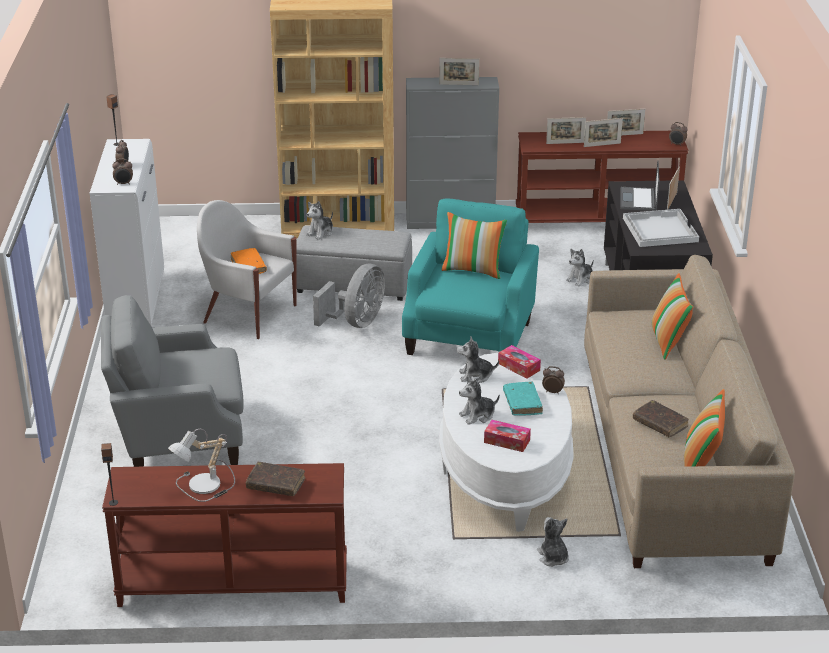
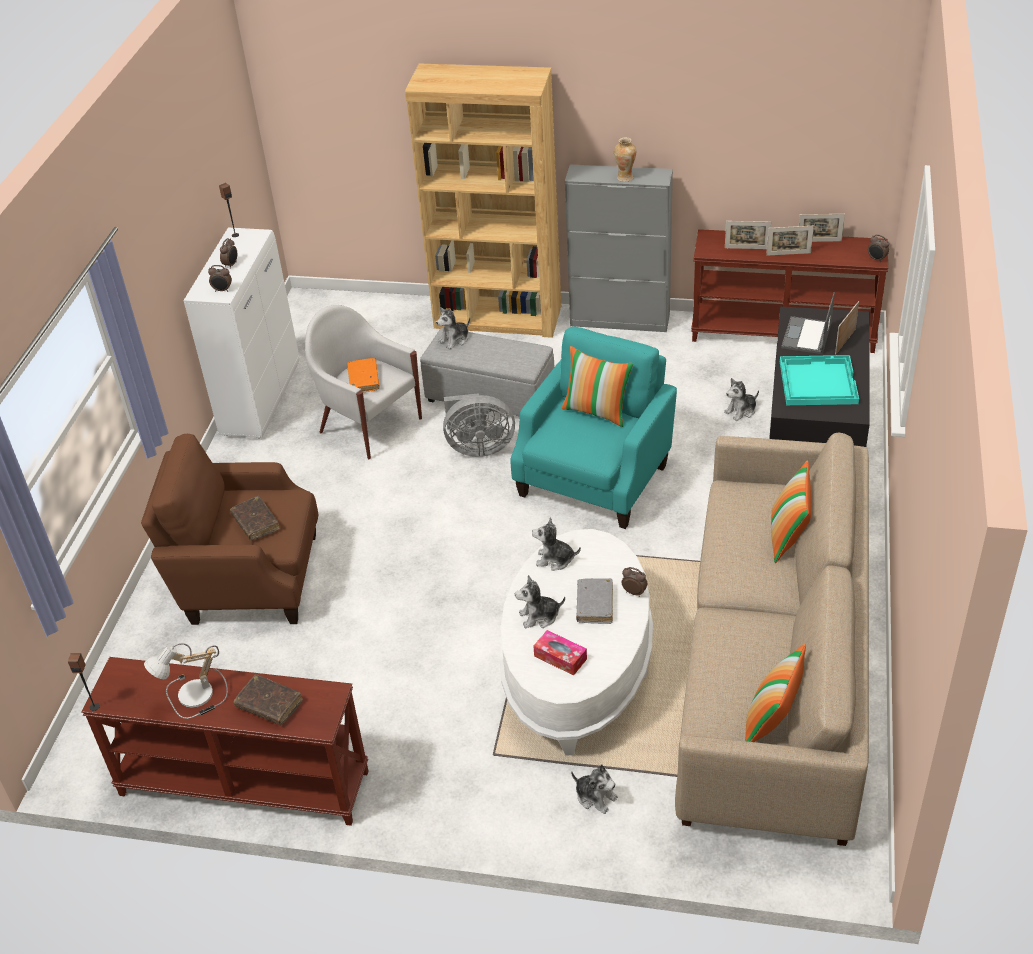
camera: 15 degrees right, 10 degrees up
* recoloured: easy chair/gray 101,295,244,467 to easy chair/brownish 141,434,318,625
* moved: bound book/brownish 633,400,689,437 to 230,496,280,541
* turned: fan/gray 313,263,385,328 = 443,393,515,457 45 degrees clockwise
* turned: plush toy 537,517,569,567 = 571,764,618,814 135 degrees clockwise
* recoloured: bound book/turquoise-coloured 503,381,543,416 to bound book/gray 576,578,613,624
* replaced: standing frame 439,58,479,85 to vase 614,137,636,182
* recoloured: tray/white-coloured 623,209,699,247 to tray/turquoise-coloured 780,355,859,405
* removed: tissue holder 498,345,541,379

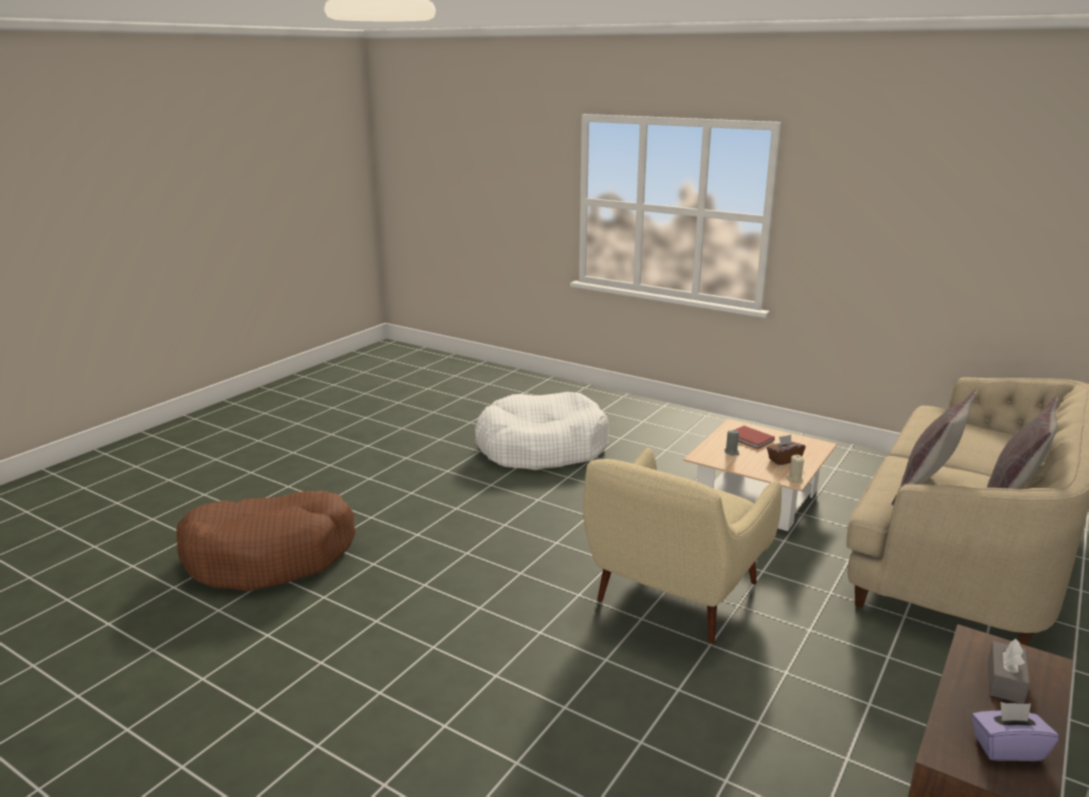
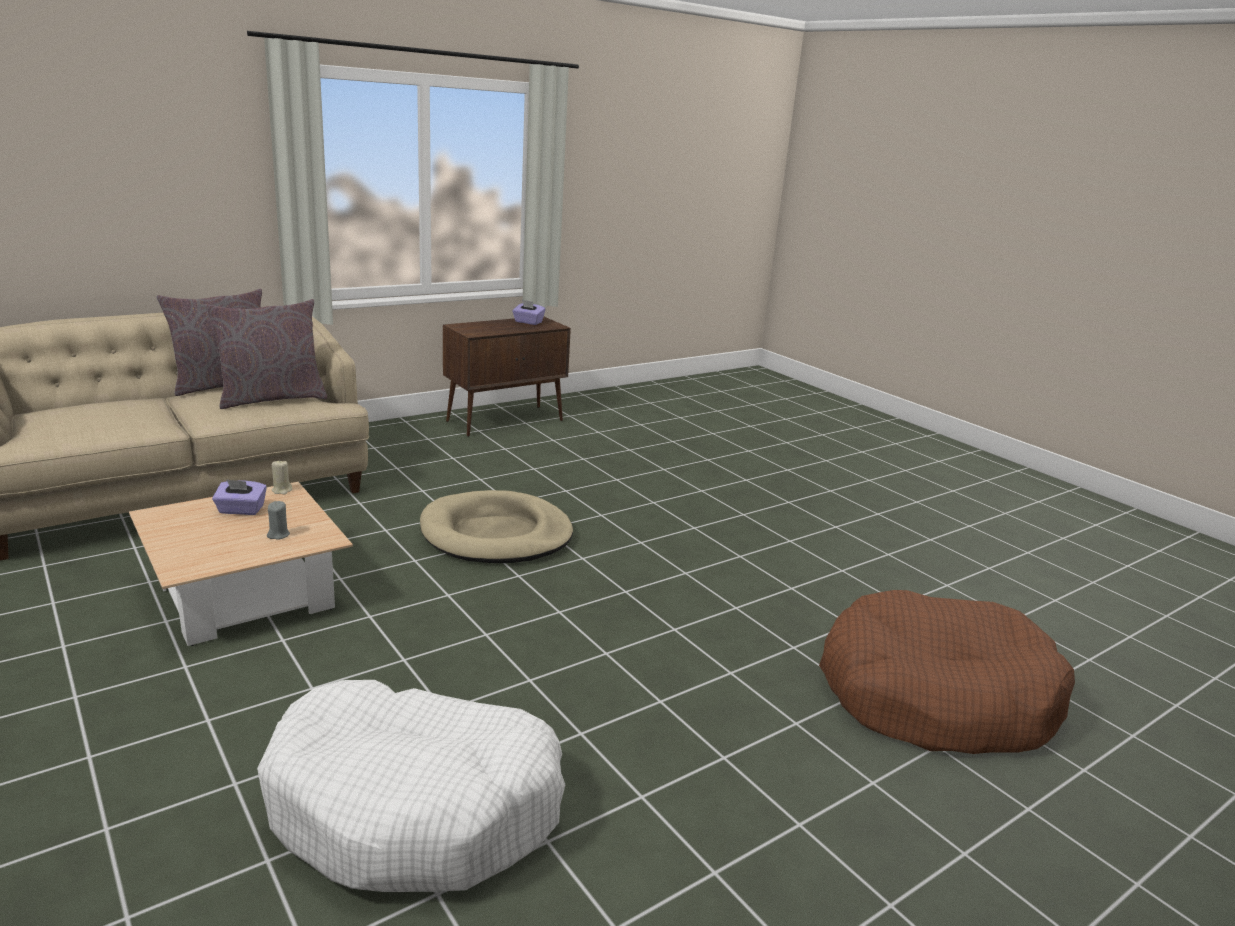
camera: 160 degrees left, 0 degrees up
* recoloured: tissue holder/brownish 767,435,806,465 to tissue holder/purplish 212,479,267,515
* replaced: easy chair/beige 583,448,782,644 to dog bed/beige 420,490,573,563
* removed: bound book/reddish 735,426,775,449
* removed: tissue holder/gray 988,639,1030,704

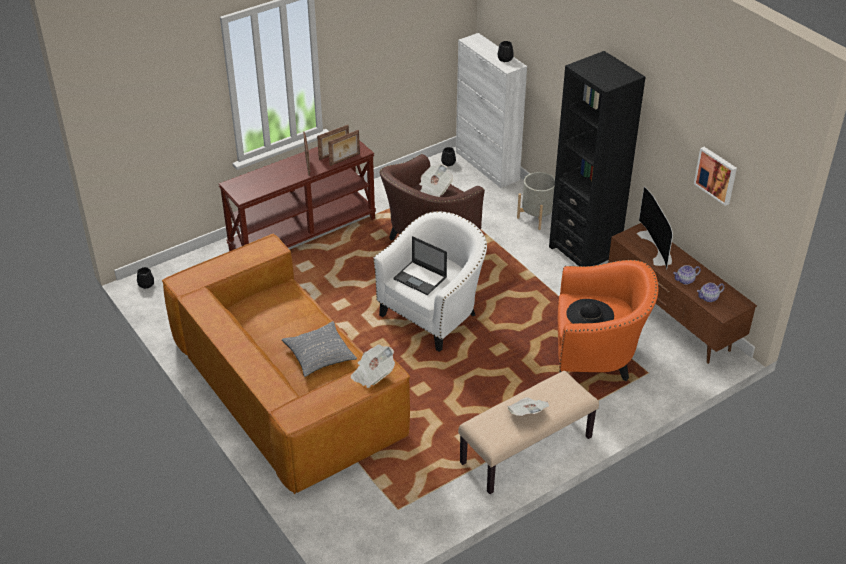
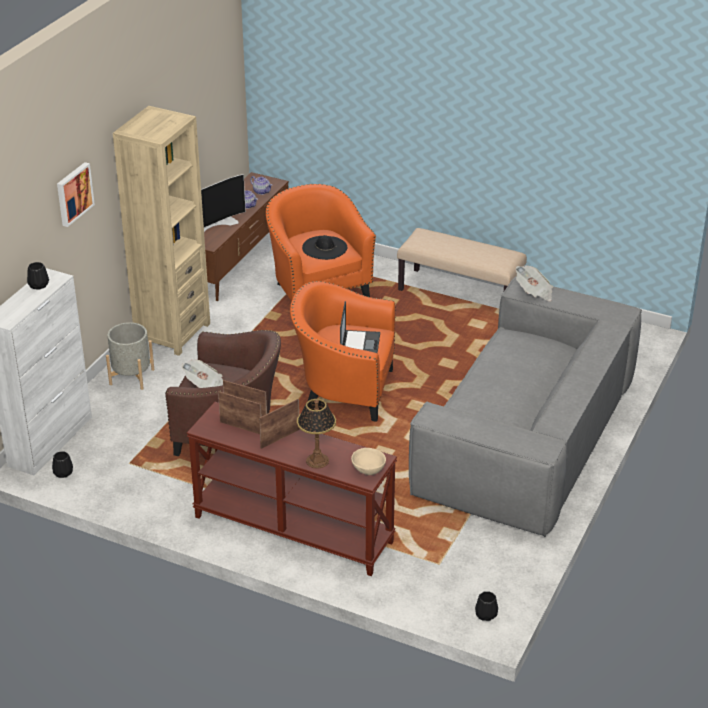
camera: 120 degrees left, 5 degrees down
* moved: picture 694,147,737,206 to 57,162,95,227
* recoloured: shelving unit/black-coloured 549,51,645,266 to shelving unit/beige 113,106,210,356
* recoloured: easy chair/white-coloured 373,211,487,352 to easy chair/orange 290,281,395,422
* added: lamp for a table 297,399,336,469
* added: bowl/beige 351,448,386,475
* recoloured: settee/brownish 162,233,410,494 to settee/gray 409,277,642,537
* removed: pillow/gray 282,321,357,377
* removed: newspaper 507,397,549,416

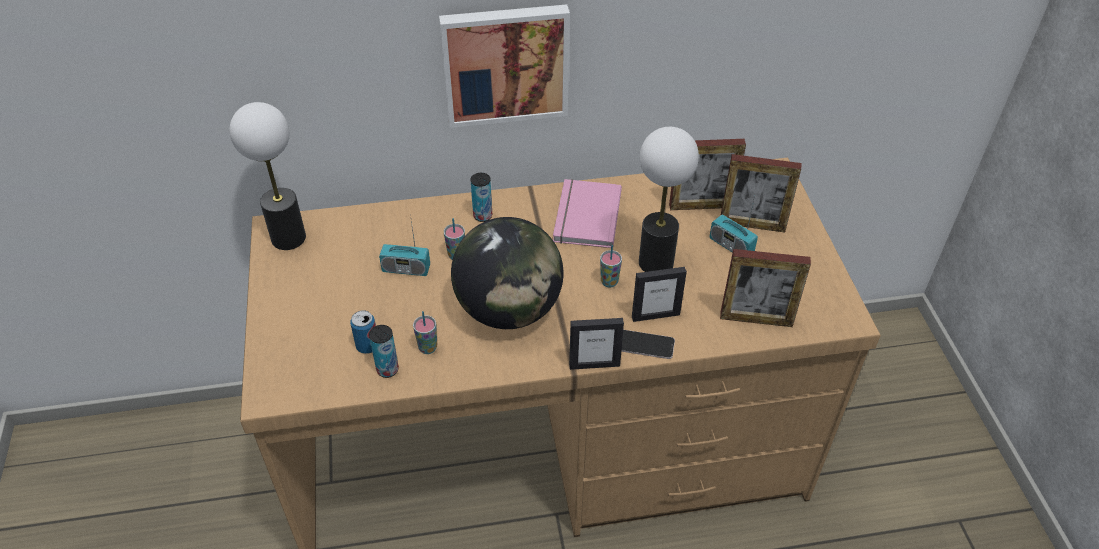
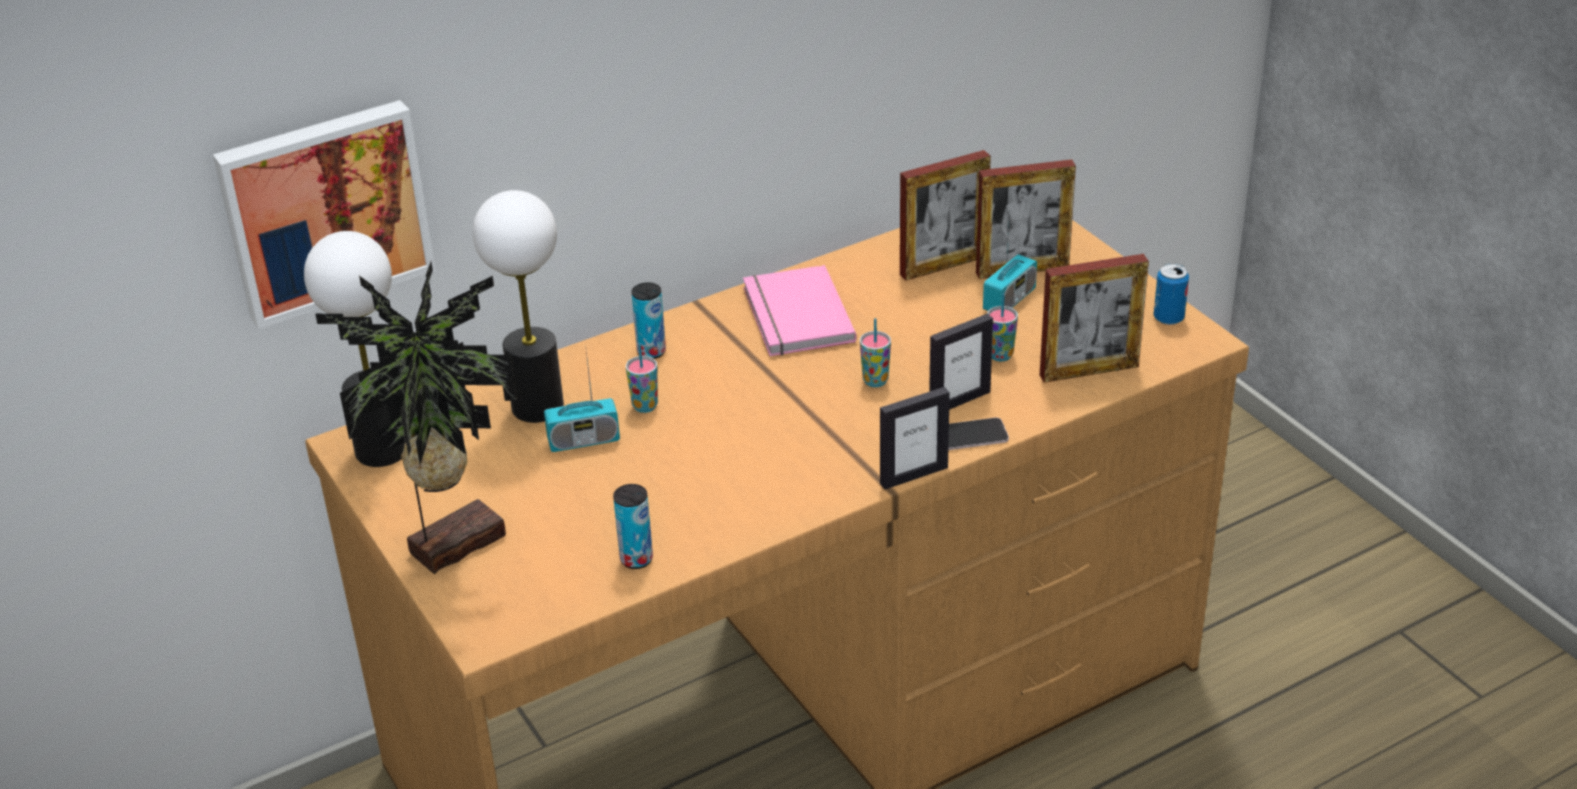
camera: 20 degrees left, 10 degrees down
* moved: picture 439,4,570,128 to 213,100,436,329
* added: potted plant 315,262,517,574
* moved: lamp for a table 639,127,699,272 to 473,190,564,423
* turned: radio set 709,196,758,253 = 983,222,1037,311 75 degrees counterclockwise
* moved: cup 413,311,437,354 to 987,293,1018,361
* moved: sealed can 350,310,376,354 to 1154,263,1189,325
* removed: desk globe 451,217,563,329

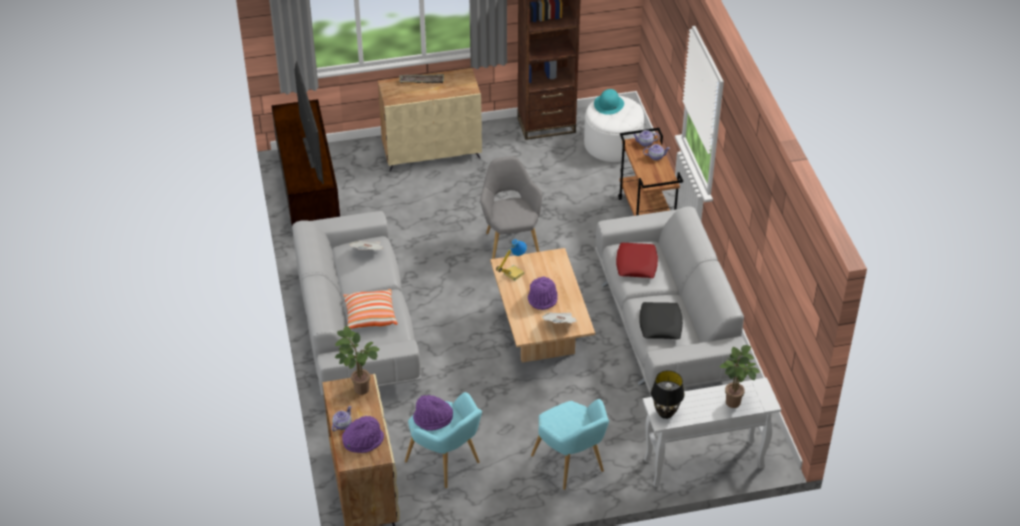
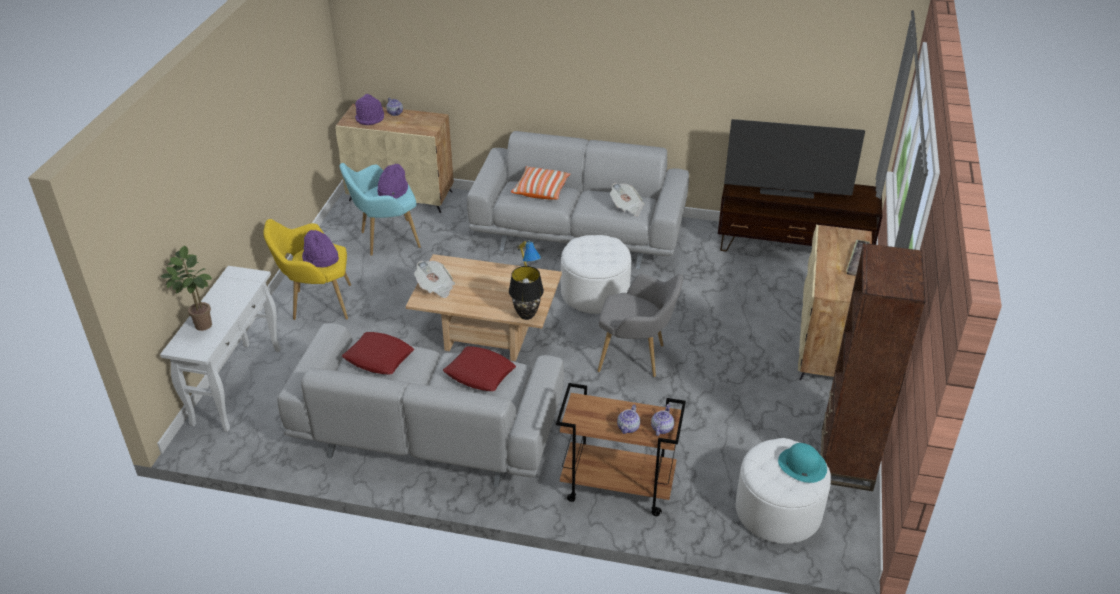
camera: 115 degrees right, 5 degrees down
* recoloured: easy chair/turquoise-coloured 531,399,609,490 to easy chair/yellowish 263,219,351,320
* moved: hat/purplish 528,276,558,310 to 302,230,339,268
* recoloured: pillow/black-coloured 640,302,683,340 to pillow/reddish 342,332,414,374
* moved: lamp for a table/black-coloured 651,370,685,419 to 509,266,544,320
* added: pouffe/white-coloured 561,235,631,314
* removed: potted plant 335,326,380,395

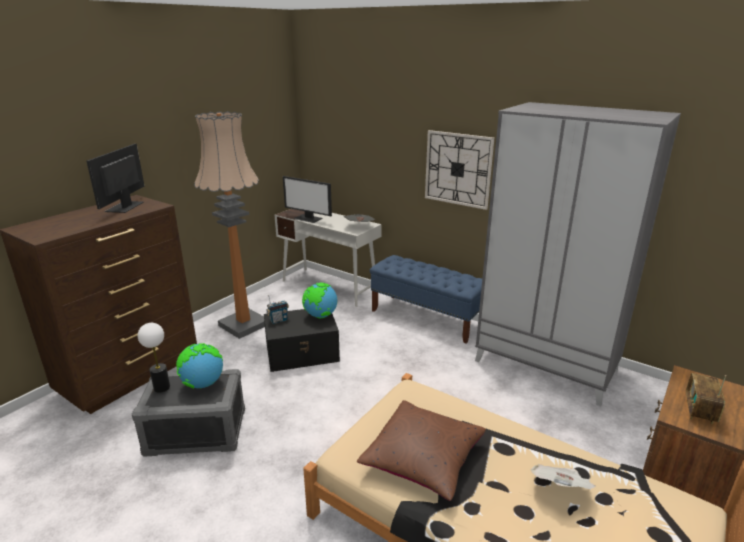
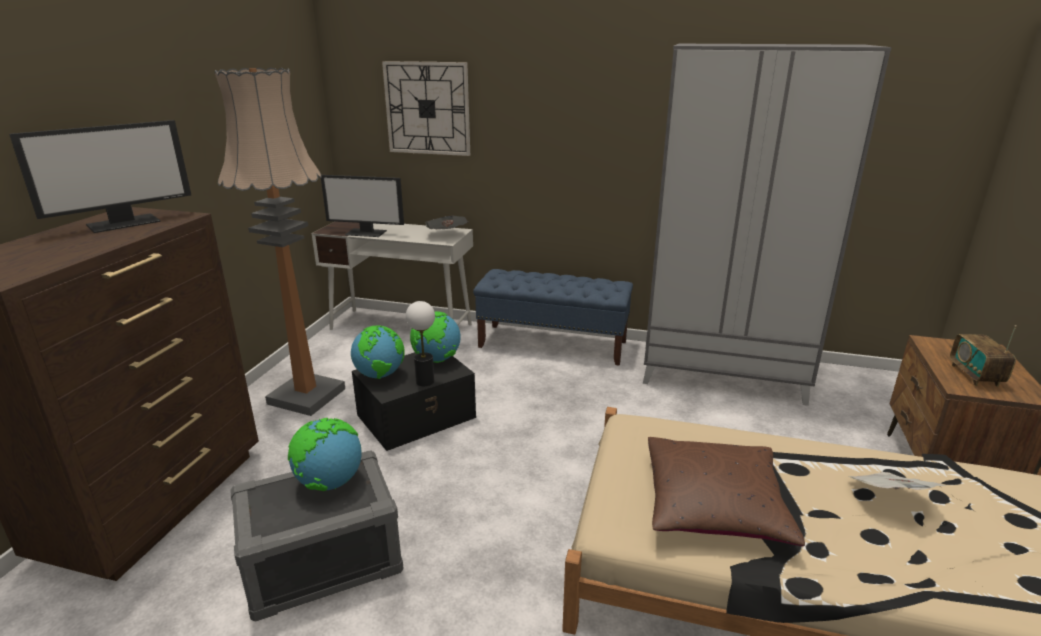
camera: 20 degrees left, 0 degrees up
* turned: computer screen 87,144,144,213 = 9,120,191,233 120 degrees counterclockwise
* replaced: radio set 266,295,289,324 to desk globe 351,325,404,379
* moved: hanging clock 425,130,494,210 to 382,61,470,156
* moved: lamp for a table 138,323,170,393 to 406,301,435,386

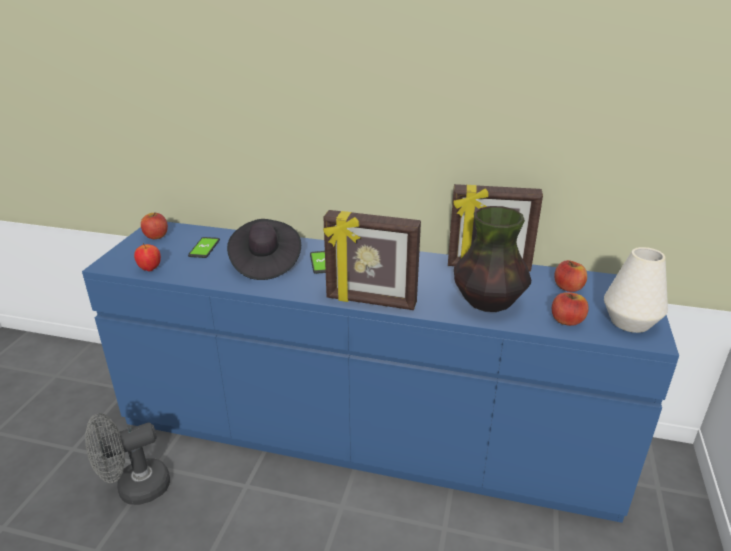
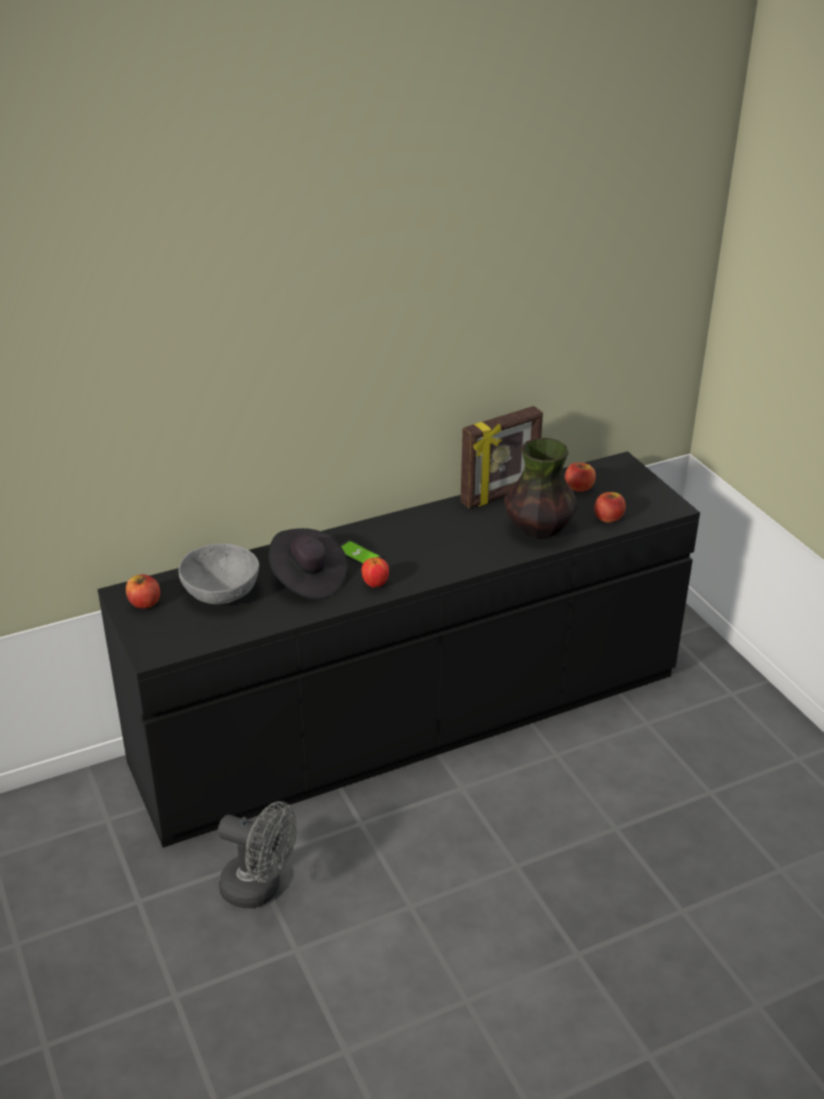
camera: 40 degrees left, 5 degrees up
* recoloured: dresser/blue-coloured 82,222,679,523 to dresser/black-coloured 98,451,700,848
* replaced: phone 188,237,220,258 to bowl/gray 178,543,259,605
* turned: fan/gray 85,413,170,505 = 218,801,297,908 90 degrees counterclockwise
* moved: apple 134,243,161,271 to 361,557,389,588
* removed: standing frame 323,210,421,310
* removed: vase/white-coloured 604,247,668,333

